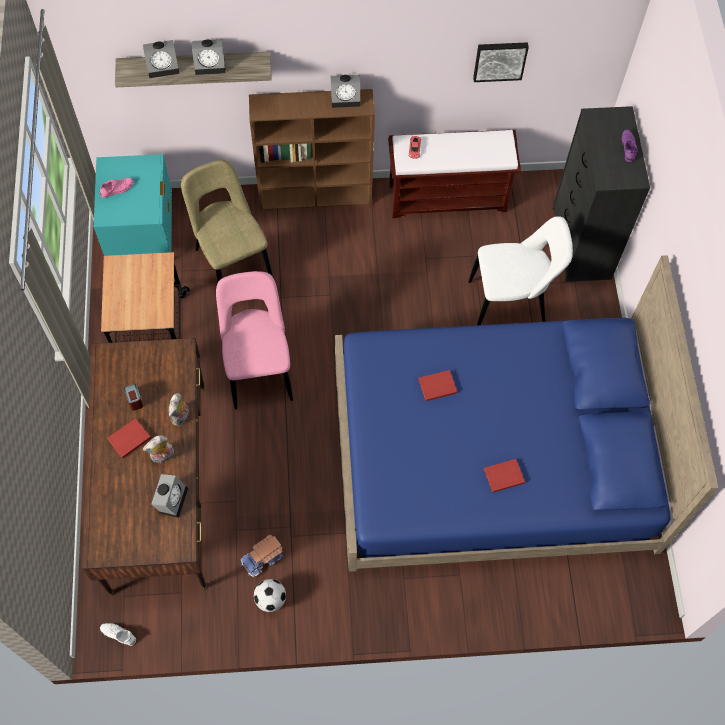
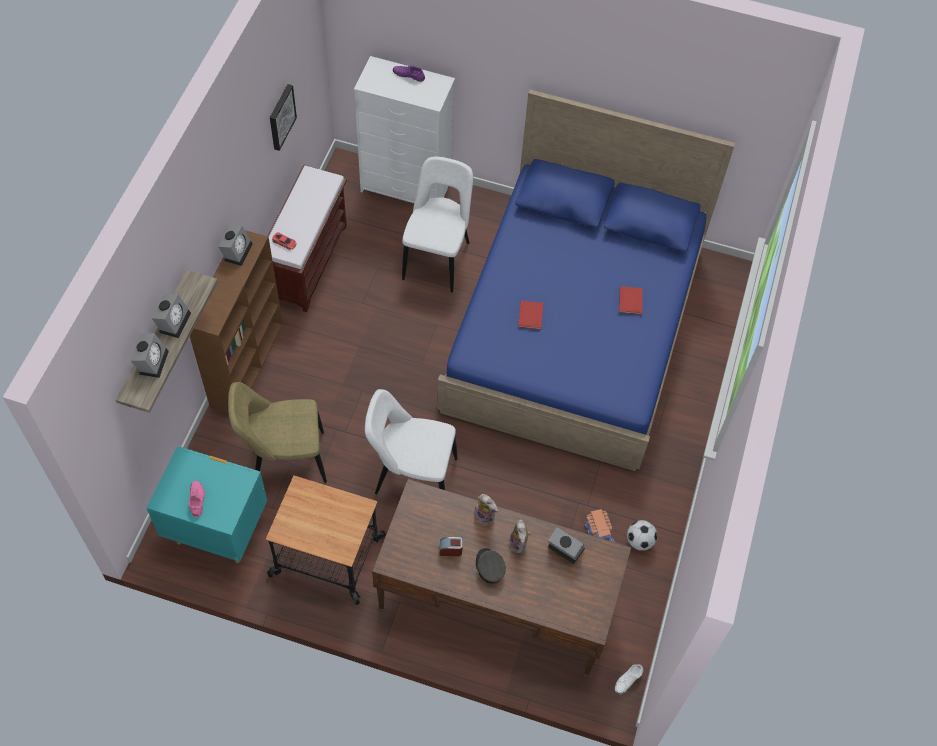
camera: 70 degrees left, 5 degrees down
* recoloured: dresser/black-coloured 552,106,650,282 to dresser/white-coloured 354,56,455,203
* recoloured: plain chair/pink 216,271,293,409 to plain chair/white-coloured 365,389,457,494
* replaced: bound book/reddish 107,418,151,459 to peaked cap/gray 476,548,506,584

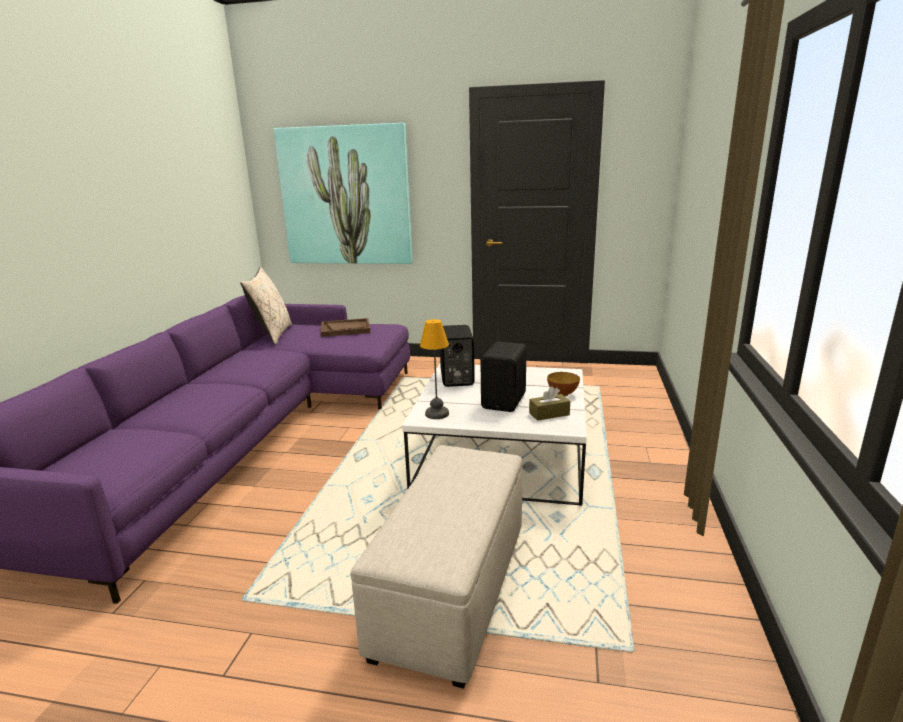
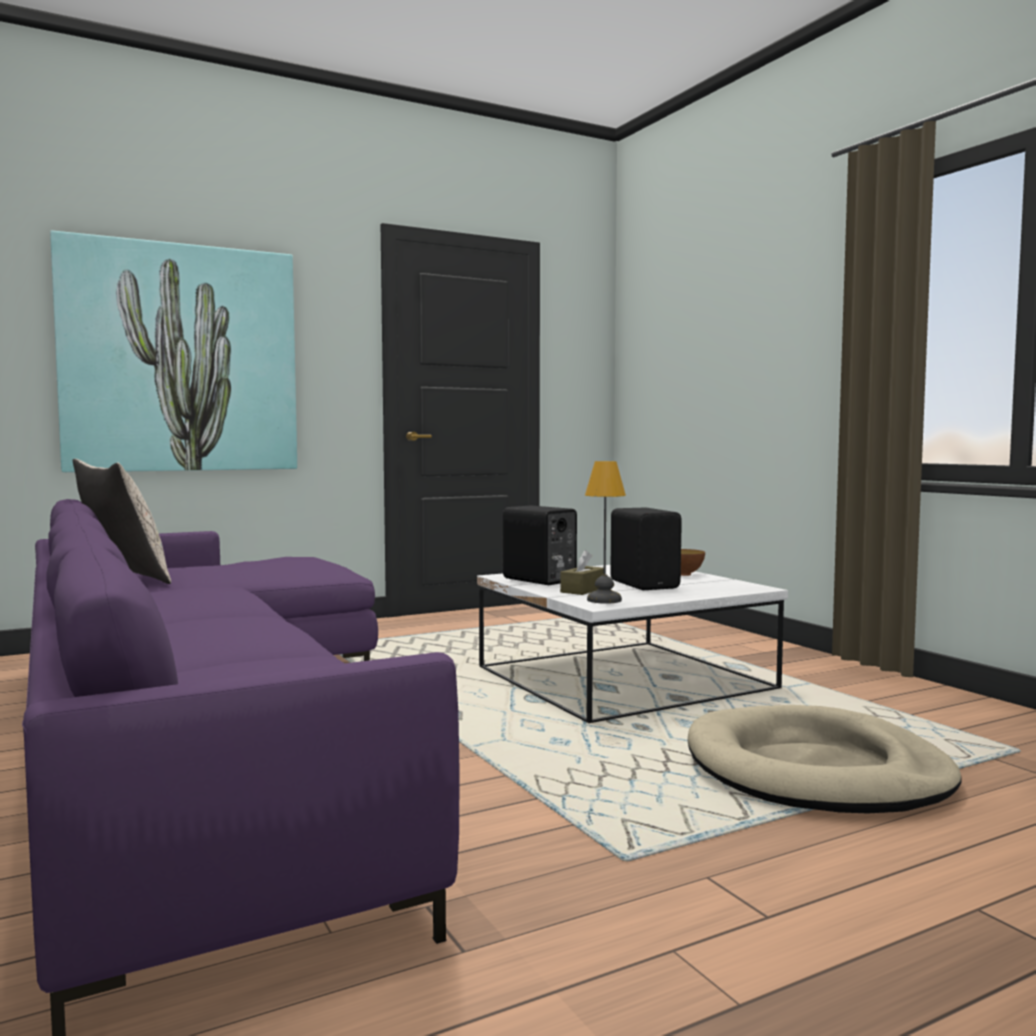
camera: 40 degrees left, 15 degrees down
* moved: tissue holder/brownish 529,386,570,421 to 560,550,604,595
* replaced: pouffe/beige 350,445,522,689 to dog bed/beige 687,705,962,814
* removed: tray/brownish 321,318,370,337

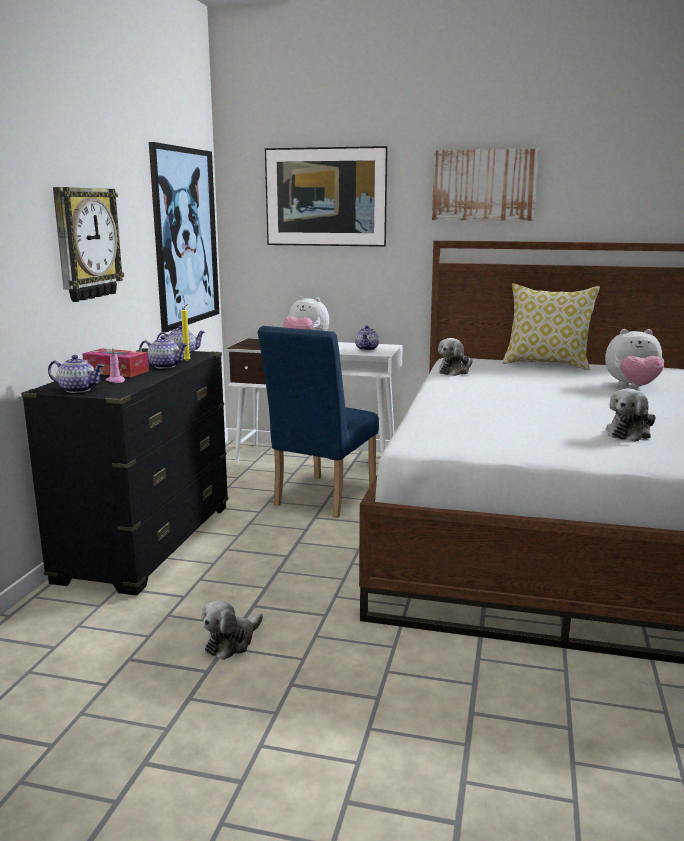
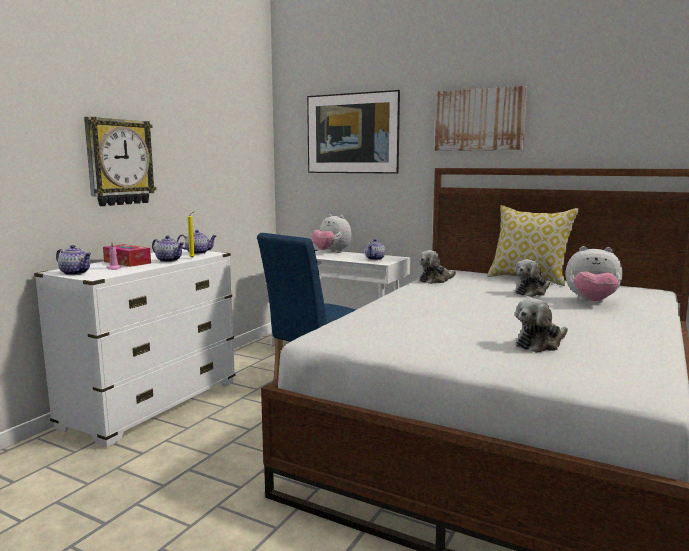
camera: 15 degrees right, 5 degrees down
* recoloured: dresser/black-coloured 21,348,229,596 to dresser/white-coloured 34,249,235,447
* moved: plush toy 201,600,263,660 to 515,259,550,297
* removed: picture 149,142,219,332

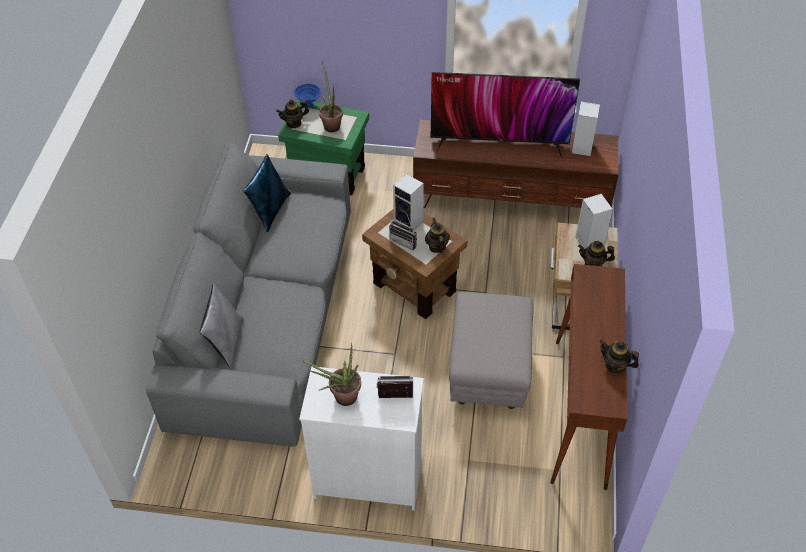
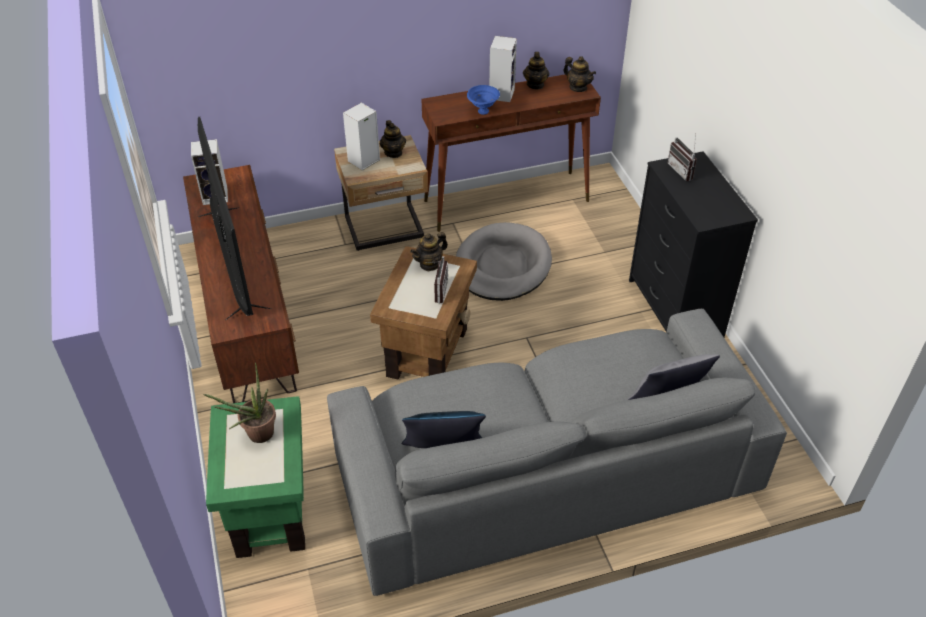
camera: 115 degrees left, 5 degrees down
* replaced: pouffe/gray 449,292,534,409 to dog bed/gray 456,222,552,301
* moved: bowl/blue-coloured 294,84,321,108 to 467,85,500,115
* moved: loudspeaker 393,174,424,230 to 489,36,517,102
* moved: teapot 276,100,309,128 to 563,56,596,92
* recoloured: dresser/white-coloured 299,366,424,511 to dresser/black-coloured 629,152,758,337
* removed: potted plant 301,343,361,406

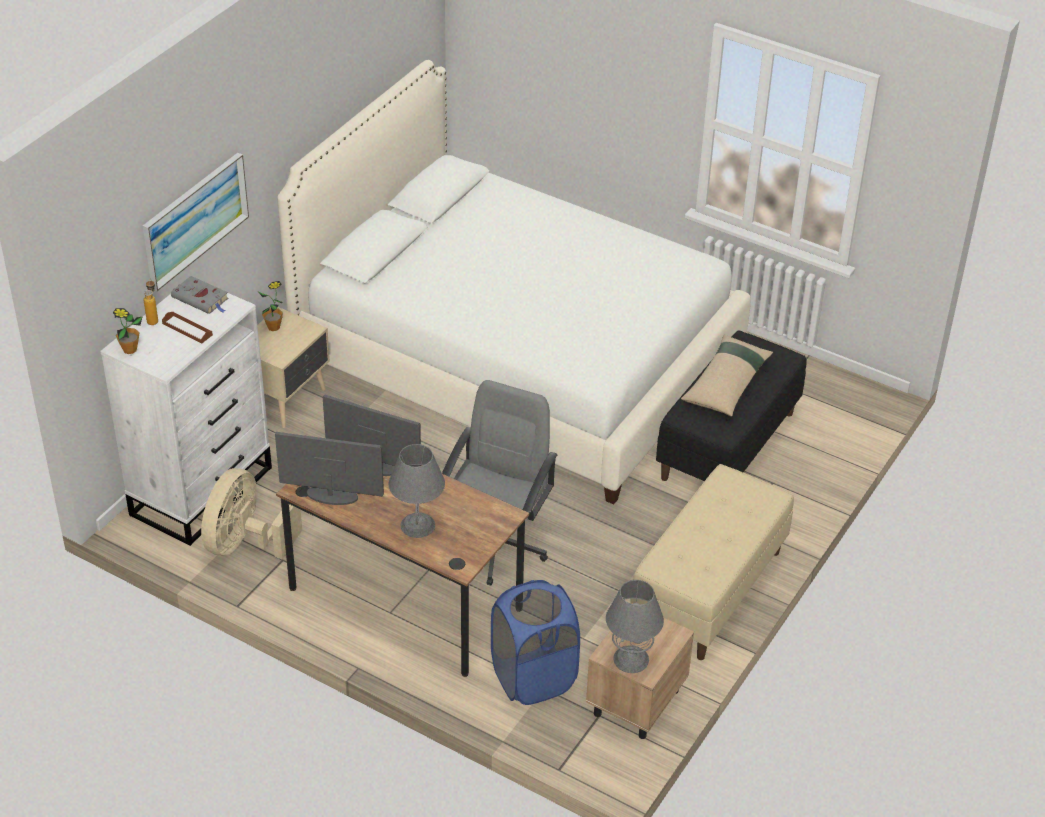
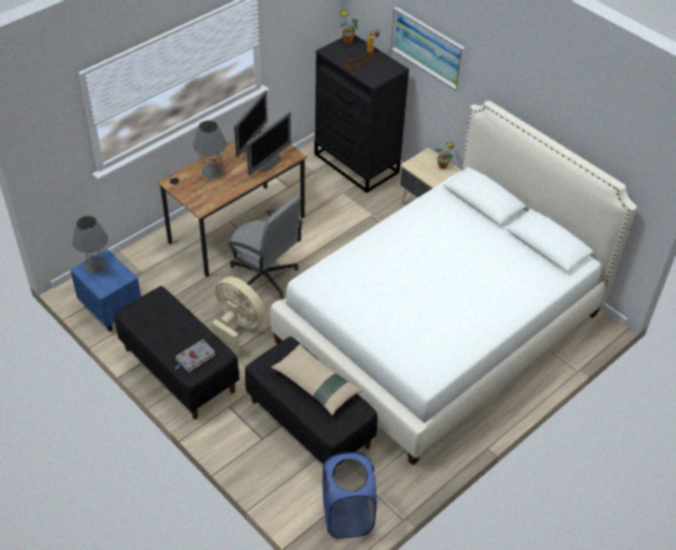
camera: 105 degrees right, 5 degrees up
* recoloured: nightstand/beige 586,603,694,739 to nightstand/blue-coloured 70,249,141,331
* recoloured: indoor bench/beige 630,464,794,660 to indoor bench/black-coloured 115,286,239,419
* moved: bound book/gray 171,276,229,314 to 175,339,216,373
* moved: fan/beige 201,468,302,560 to 212,276,266,356
* recoloured: dresser/white-coloured 100,293,272,546 to dresser/black-coloured 314,35,409,193
* moved: hamper/blue-coloured 491,580,580,705 to 322,452,377,539

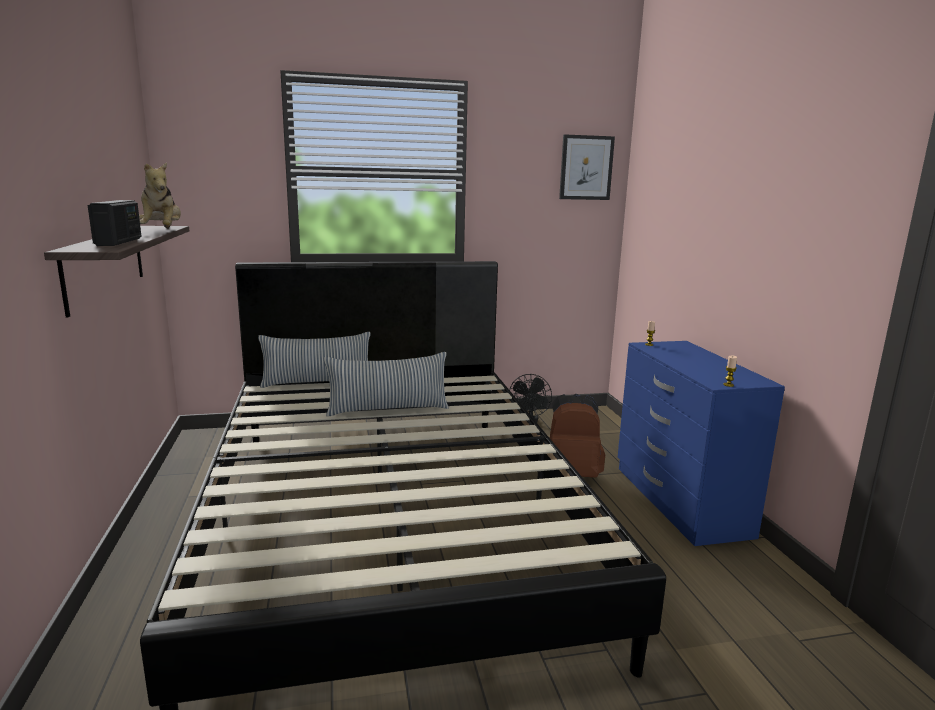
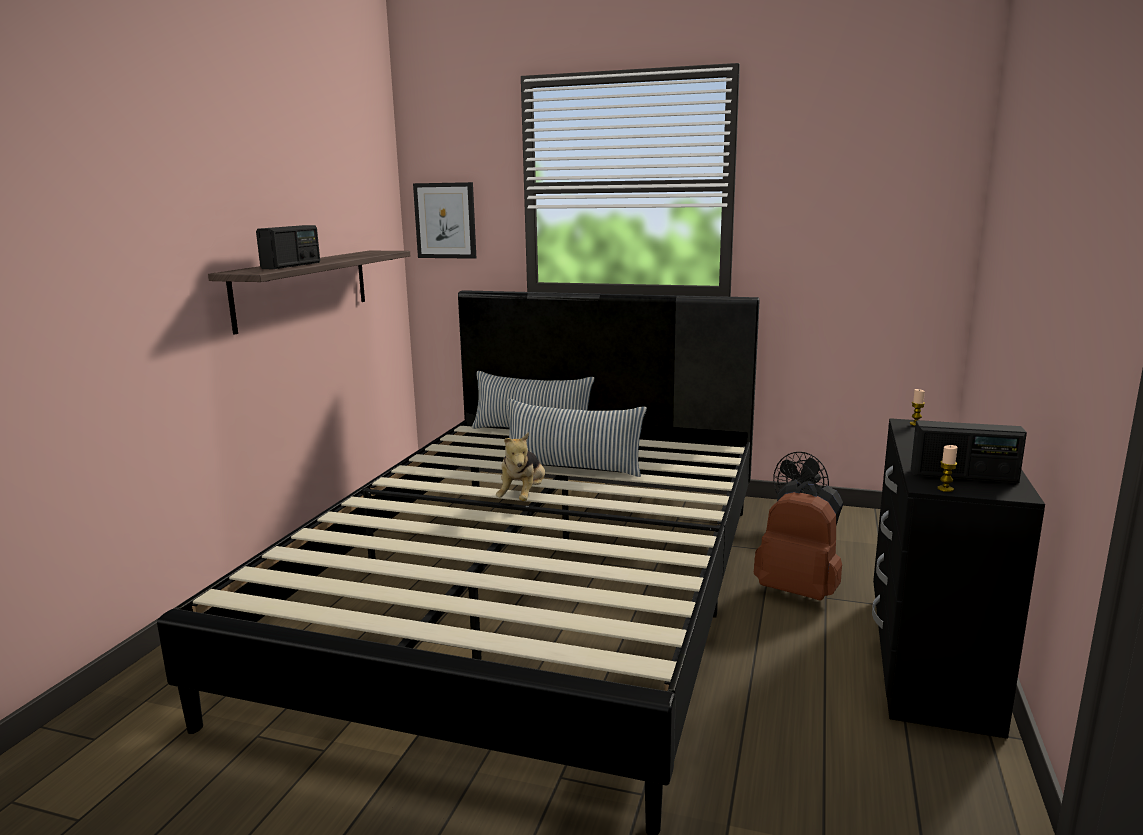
camera: 30 degrees right, 0 degrees up
* moved: picture 559,134,615,200 to 413,182,476,259
* moved: plush toy 139,162,181,228 to 496,432,545,501
* recoloured: dresser/blue-coloured 618,341,785,546 to dresser/black-coloured 872,418,1045,739
* added: radio set 911,420,1027,483

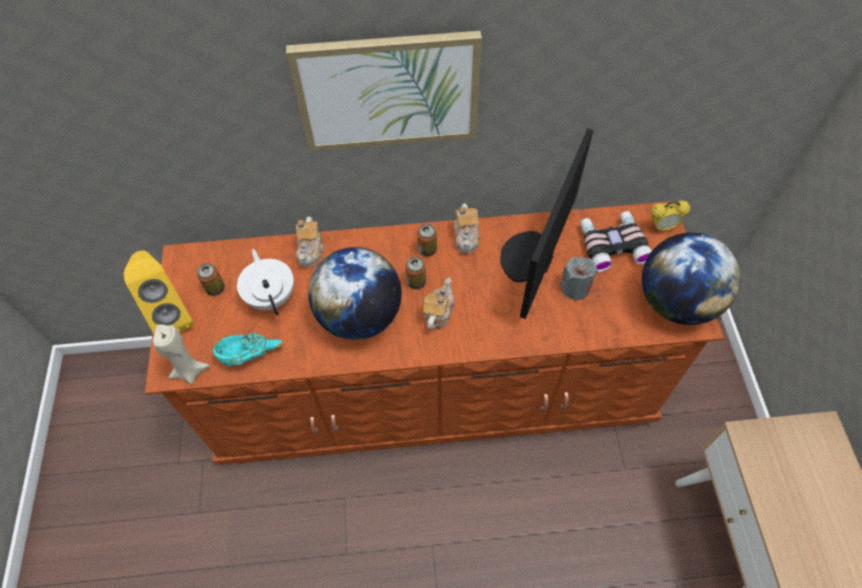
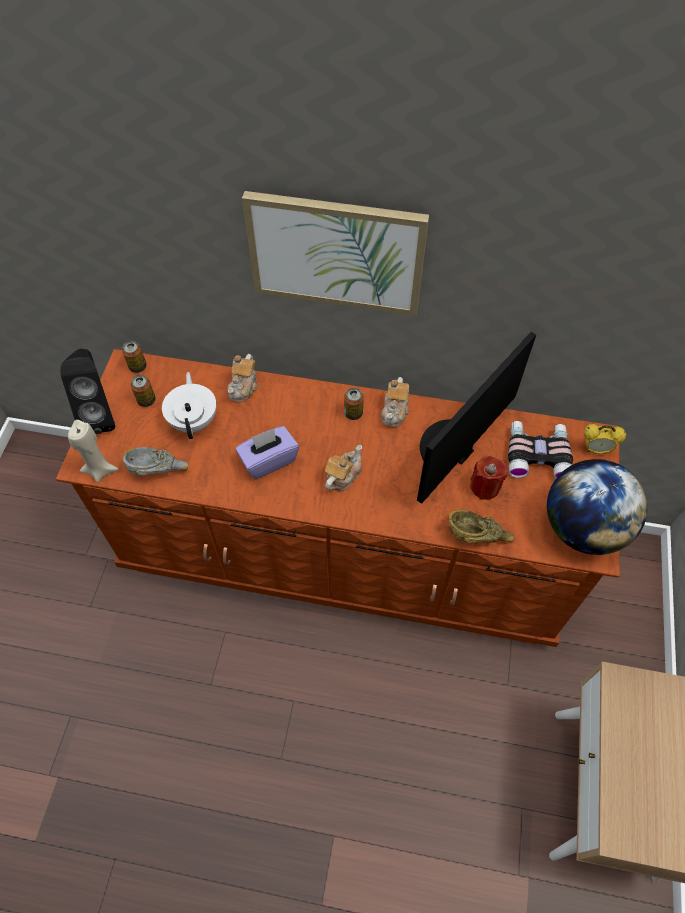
camera: 15 degrees right, 0 degrees up
* recoloured: loudspeaker/yellowish 124,250,193,334 to loudspeaker/black-coloured 60,349,115,434
* moved: sealed can 405,257,426,289 to 122,341,147,373
* recoloured: bowl/turquoise-coloured 212,332,282,366 to bowl/gray 122,447,189,476
* replaced: desk globe 308,247,402,340 to tissue holder/purplish 235,426,299,479
* added: bowl/brownish 448,510,514,543
* recoloured: wax candle/gray 560,257,598,301 to wax candle/reddish 470,456,507,500

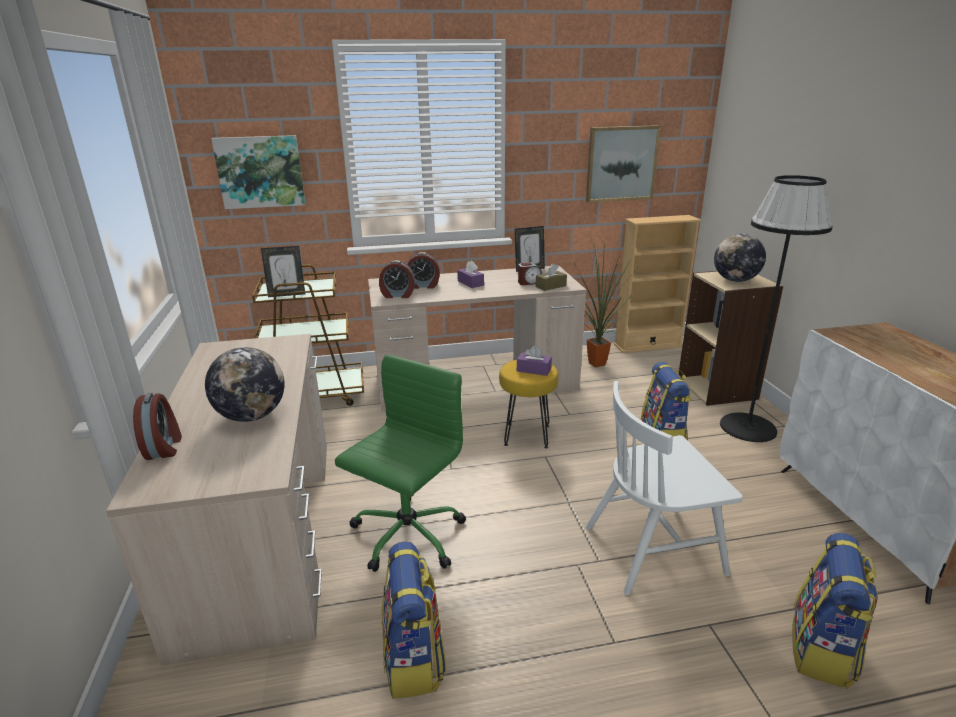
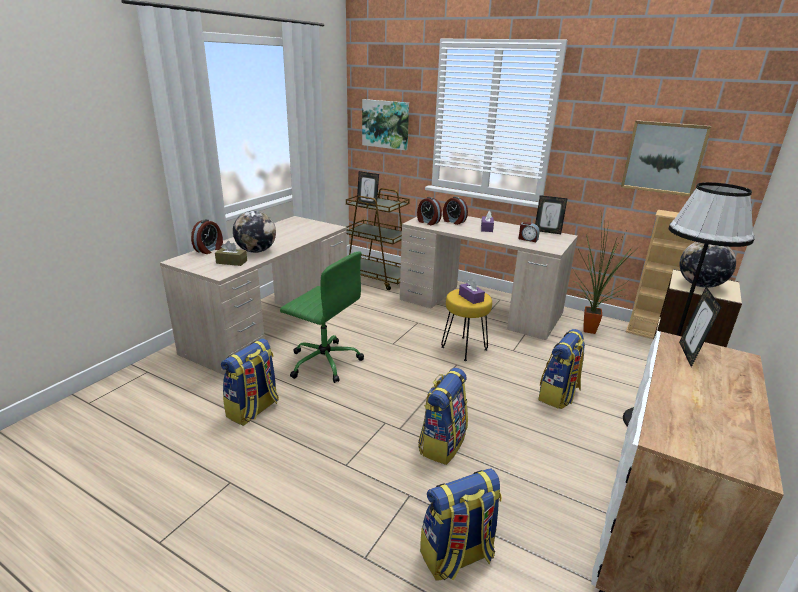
camera: 40 degrees right, 0 degrees up
* moved: tissue holder/brownish 536,264,567,291 to 215,241,247,266
* turned: office chair/green 335,355,466,572 = 280,252,364,383 45 degrees clockwise
* replaced: plain chair/white-coloured 586,381,743,595 to knapsack 418,368,468,465
* added: standing frame 679,287,722,367

